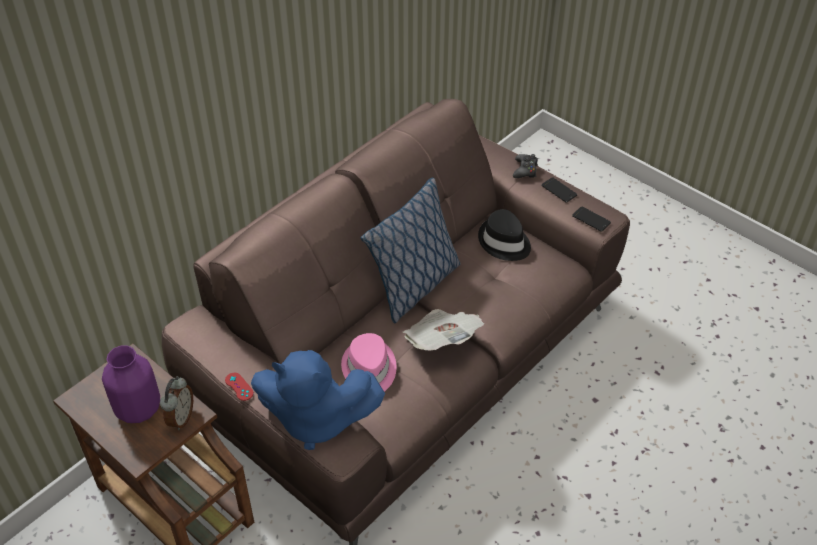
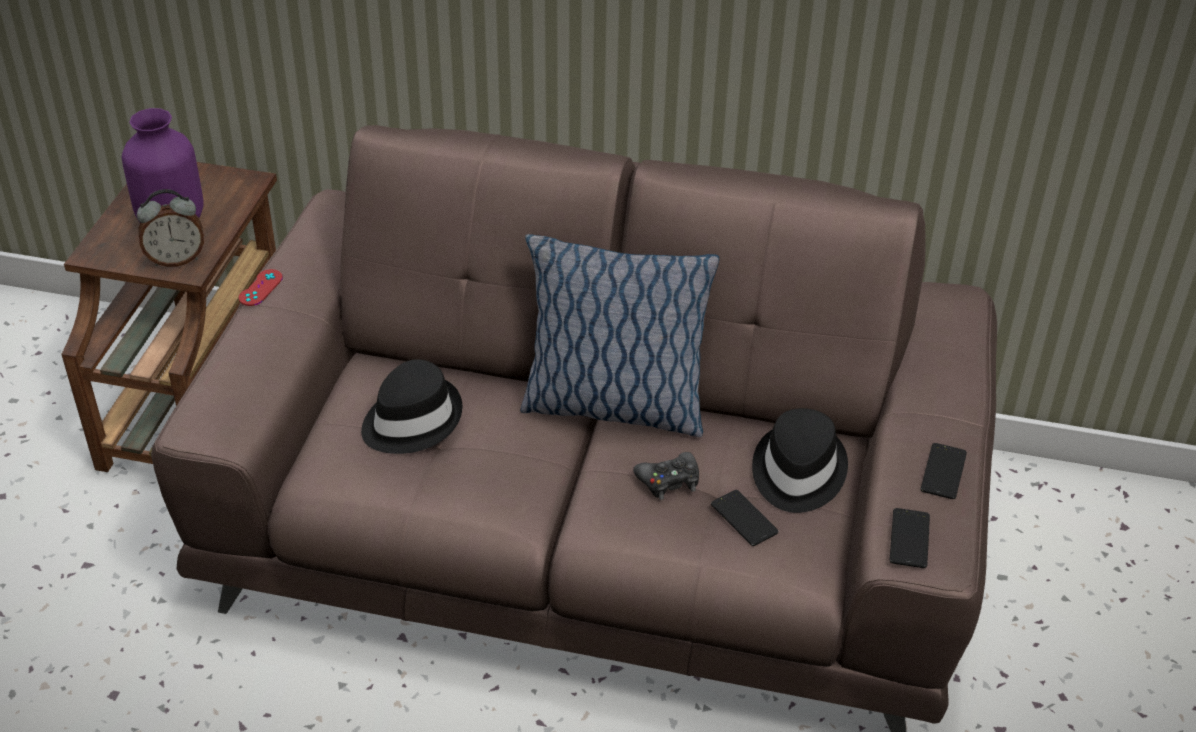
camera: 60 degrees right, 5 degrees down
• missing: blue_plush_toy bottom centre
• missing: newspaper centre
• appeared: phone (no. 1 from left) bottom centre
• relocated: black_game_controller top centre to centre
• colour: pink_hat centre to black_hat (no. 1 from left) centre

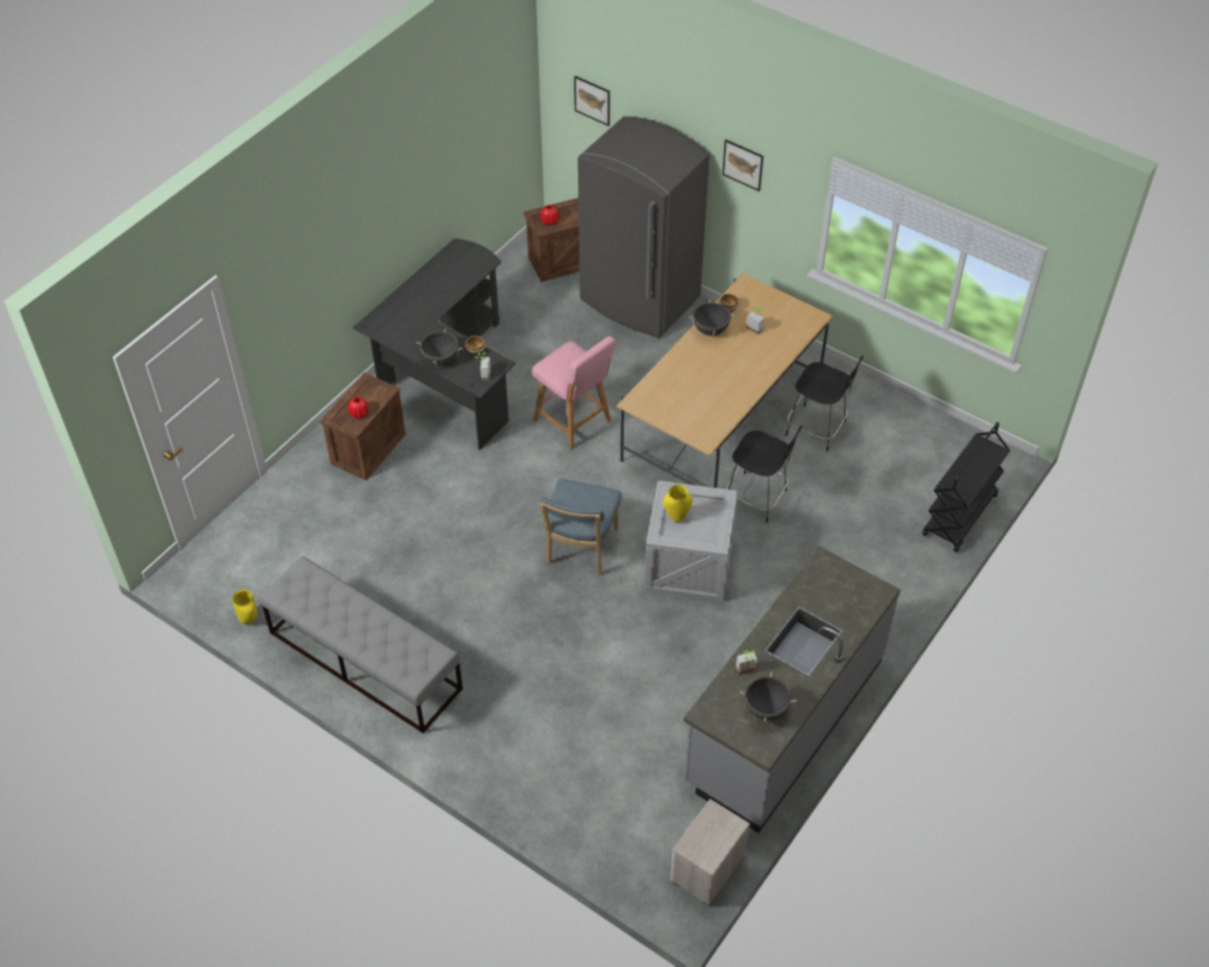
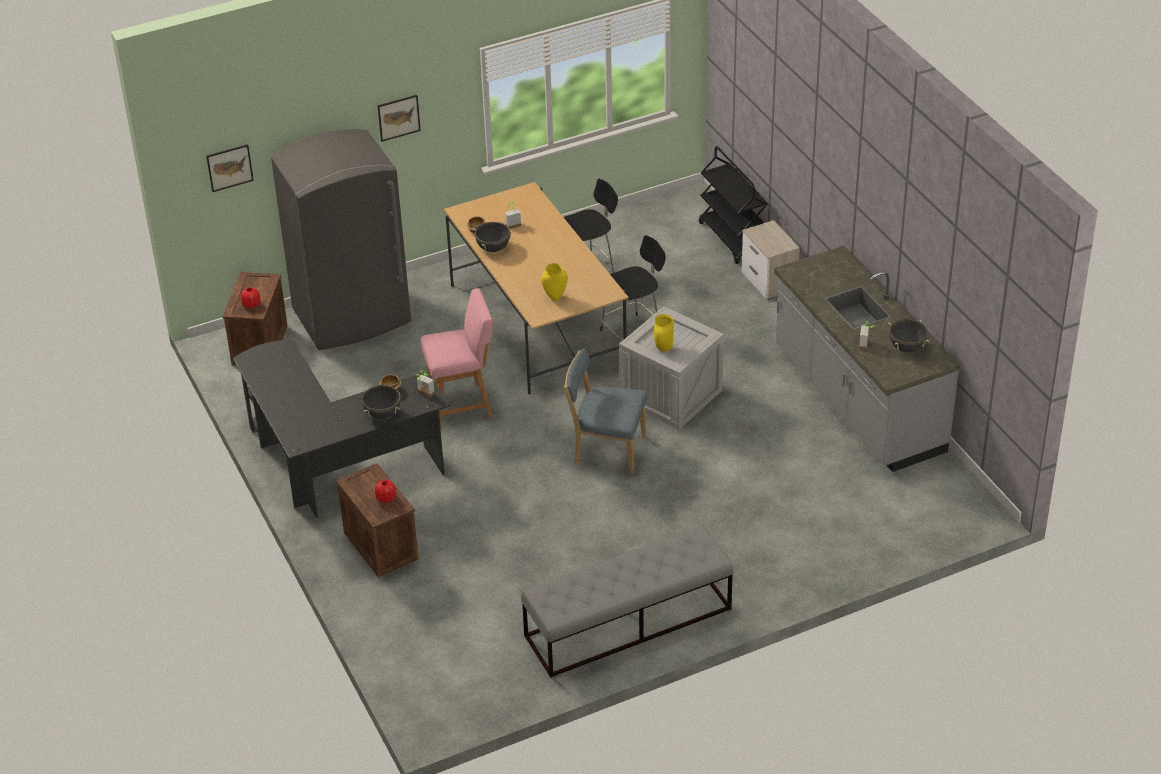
camera: 60 degrees left, 10 degrees down
• relocated: yellow_vase (no. 1 from left) middle left to centre
• relocated: nightstand bottom centre to centre
• spun: blue_chair centre = centre 150 degrees clockwise

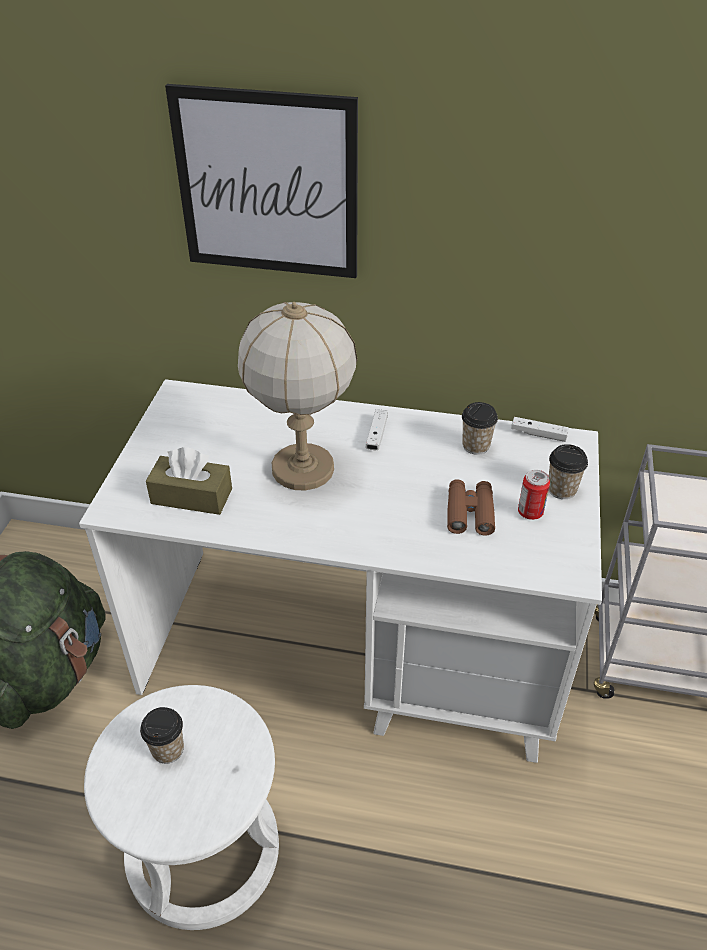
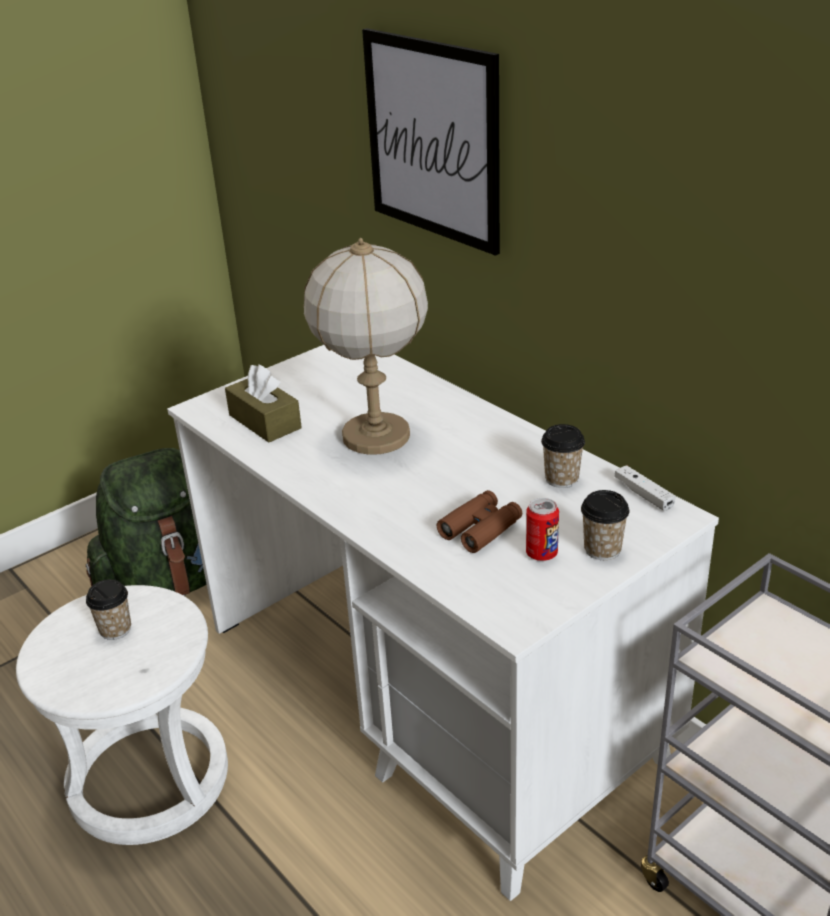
camera: 40 degrees right, 10 degrees down
• missing: white_game_controller (no. 1 from left) centre

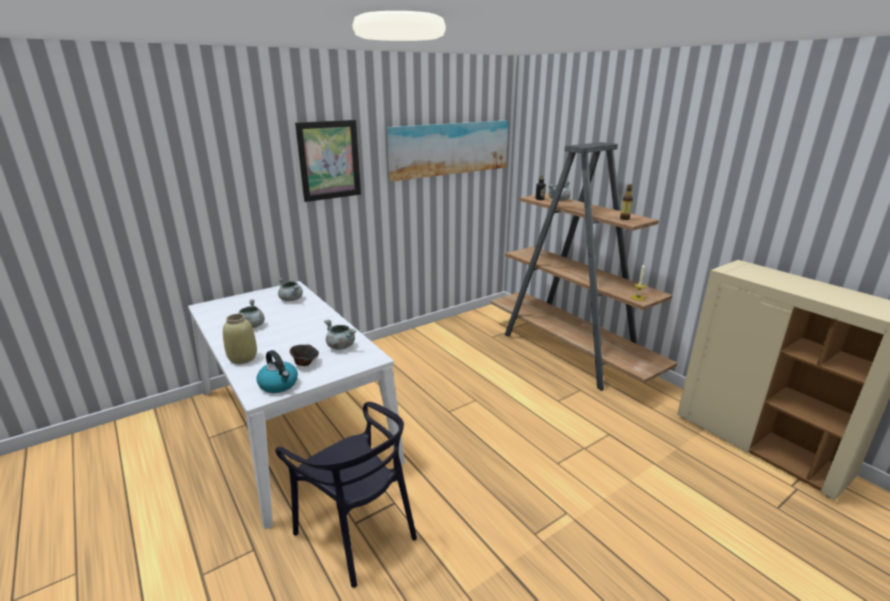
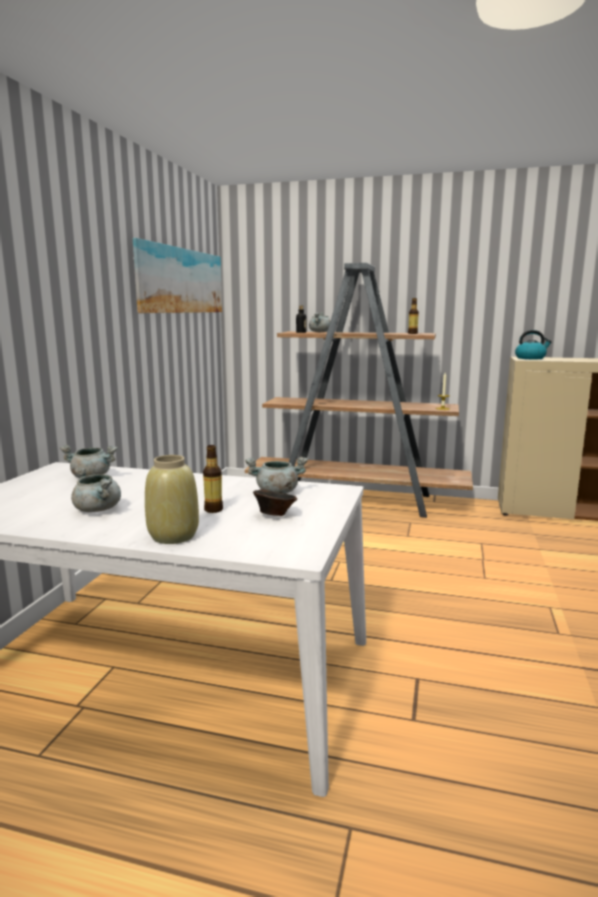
camera: 40 degrees left, 10 degrees down
• missing: black_chair bottom centre
• missing: picture (no. 1 from left) top centre
• appeared: bottle (no. 1 from left) centre
• relocated: kettle middle left to middle right

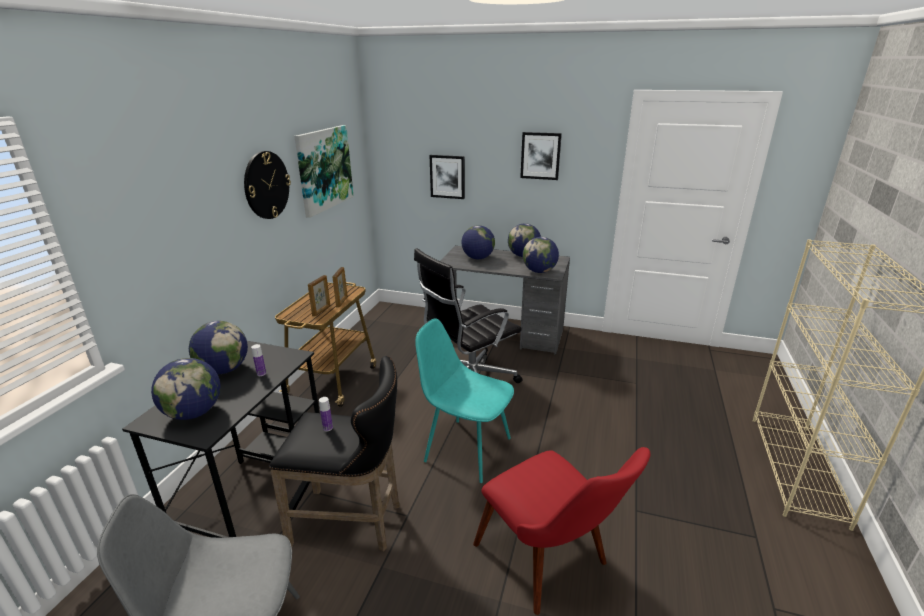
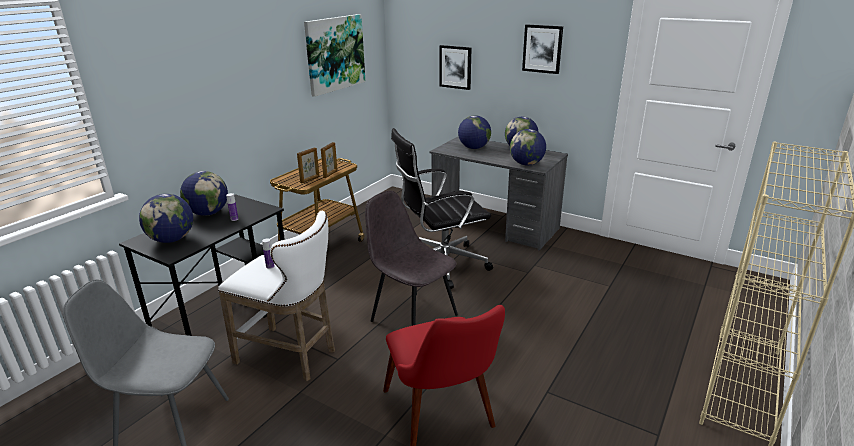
camera: 15 degrees right, 0 degrees up
• missing: wall_clock top left
• colour: black_stool bottom centre to white_stool middle left
• colour: turquoise_chair centre to grey_chair (no. 2 from left) centre

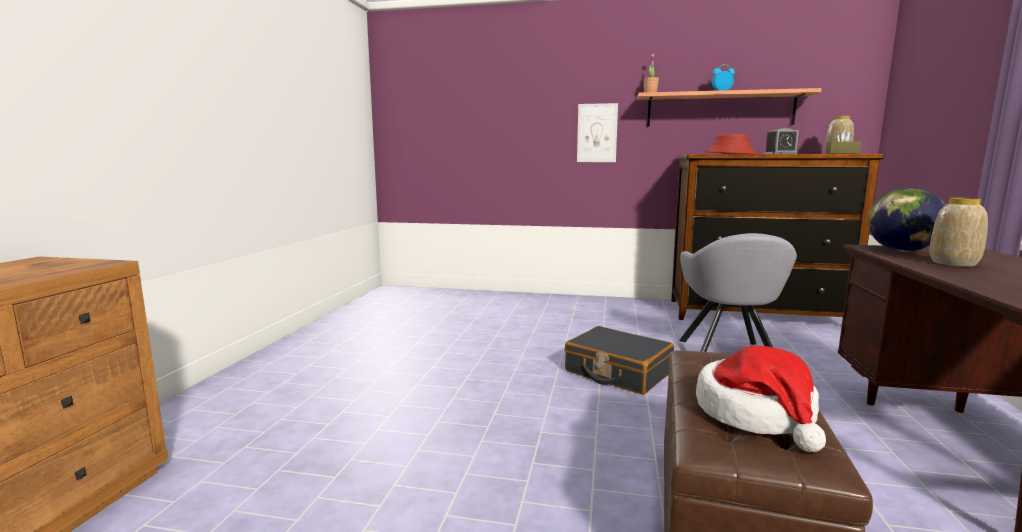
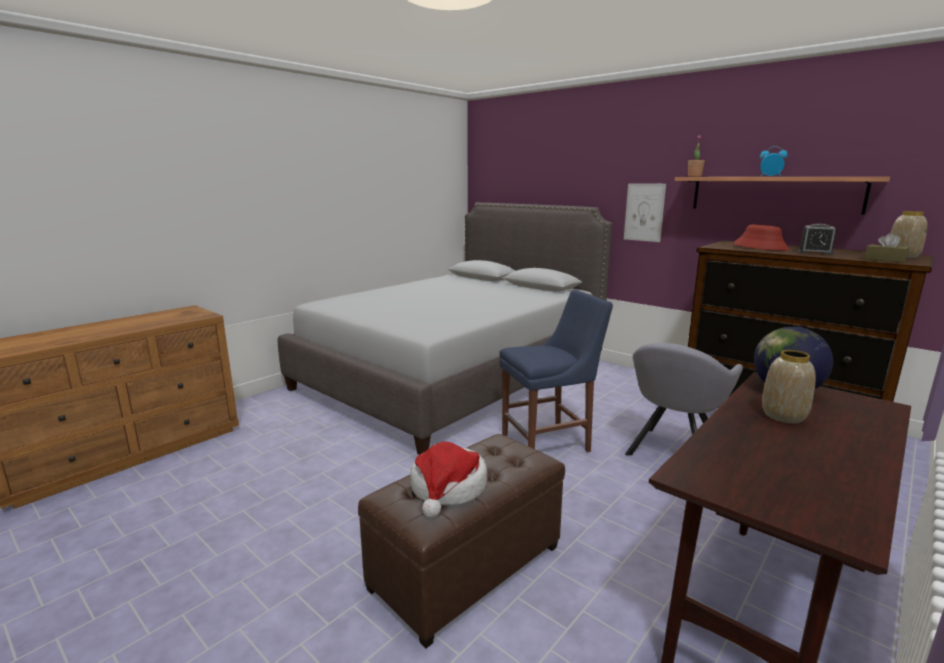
camera: 30 degrees right, 5 degrees up
• appeared: grey_bed centre
• exchanged: black_suitcase bottom centre to blue_chair centre

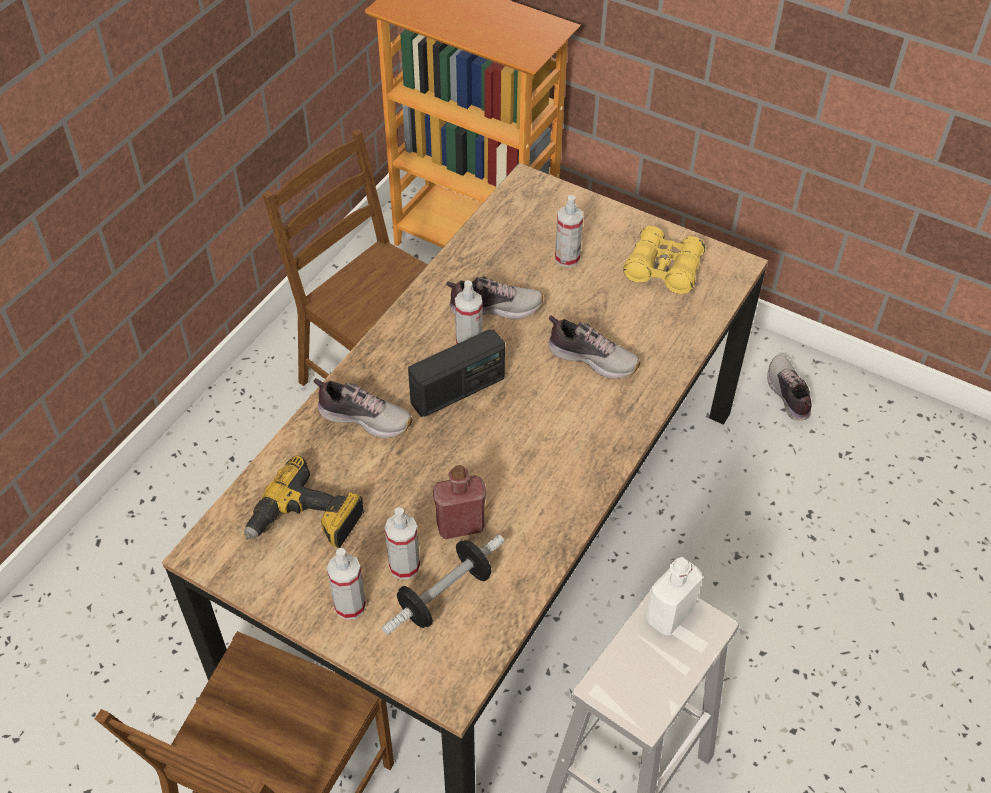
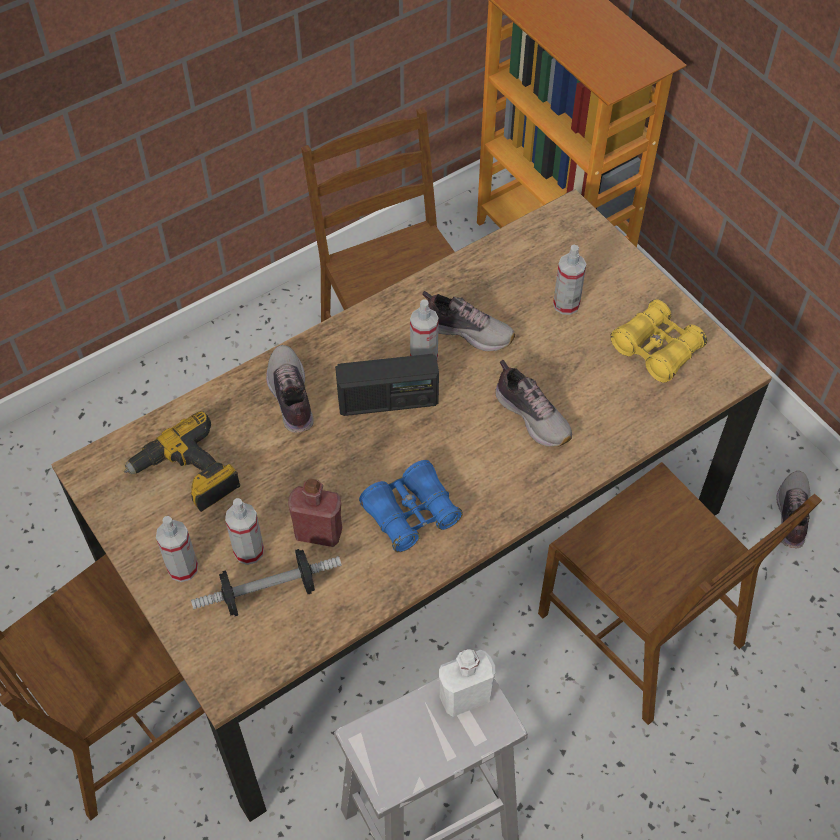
camera: 25 degrees right, 5 degrees up
• appeared: blue_binoculars centre
• appeared: brown_chair (no. 3 from left) bottom right
• spun: shoe (no. 1 from left) centre = centre 150 degrees counterclockwise

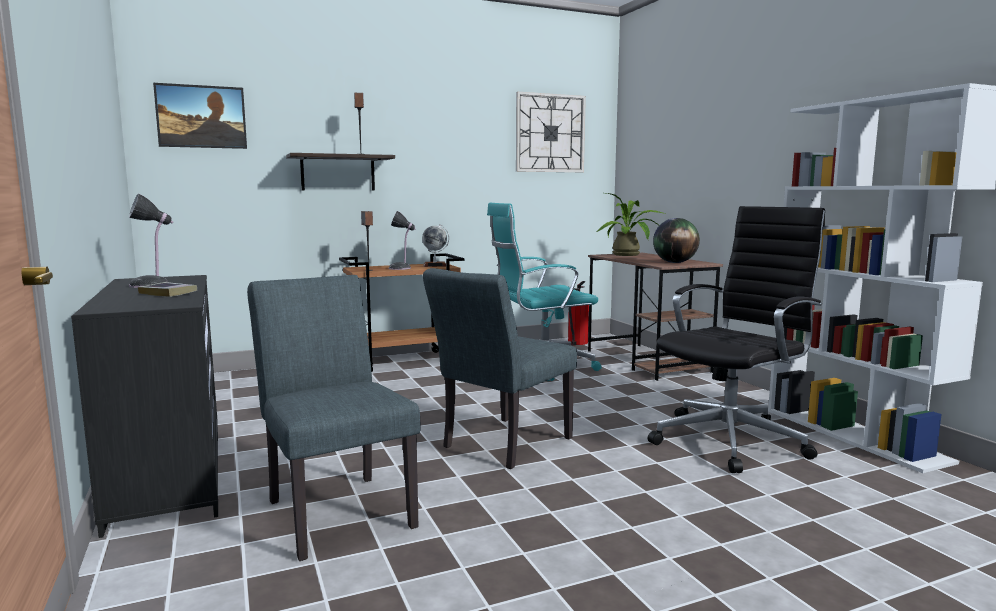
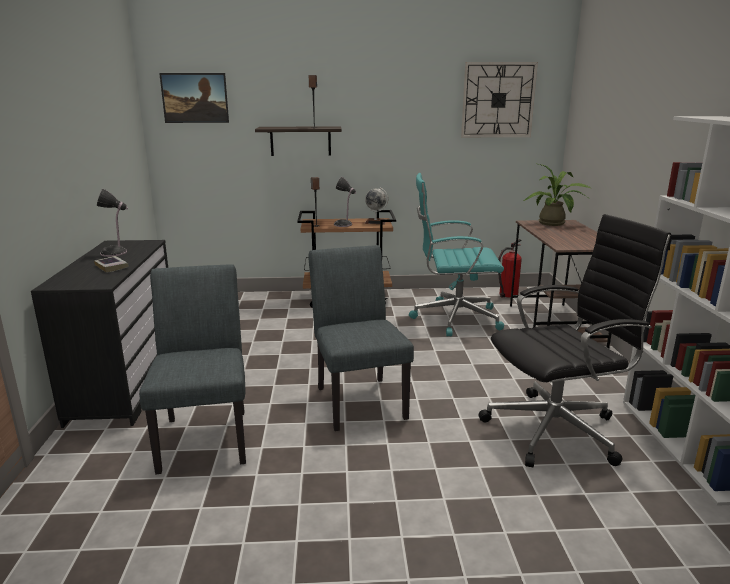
camera: 20 degrees right, 10 degrees up
• missing: globe (no. 2 from left) middle right
• spun: grey_chair (no. 2 from left) centre = centre 105 degrees clockwise

